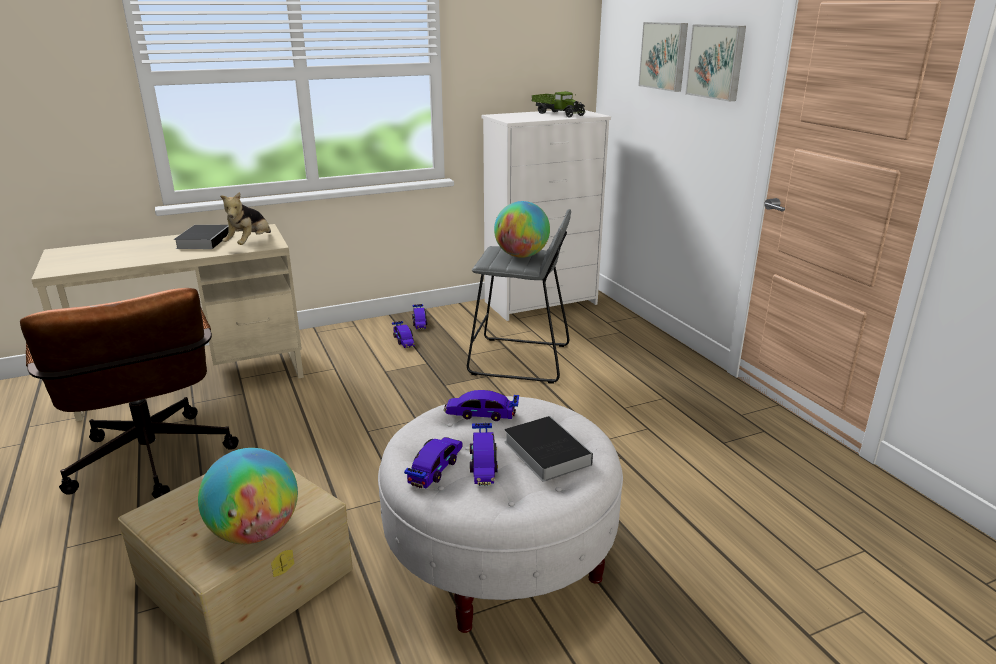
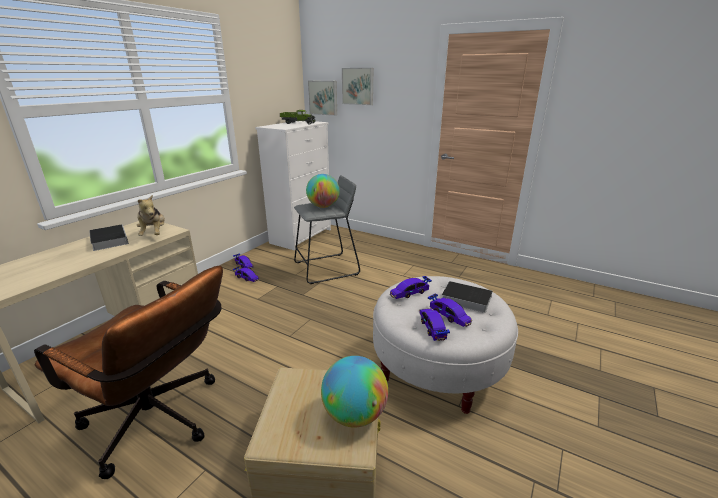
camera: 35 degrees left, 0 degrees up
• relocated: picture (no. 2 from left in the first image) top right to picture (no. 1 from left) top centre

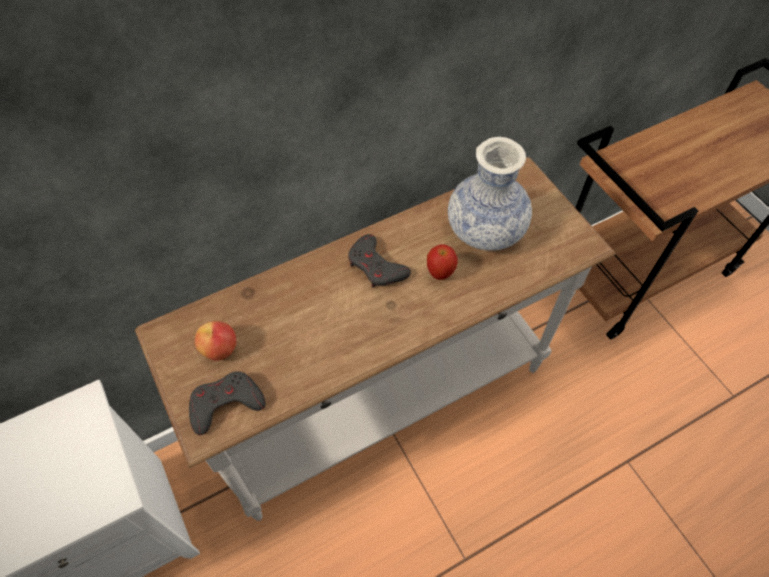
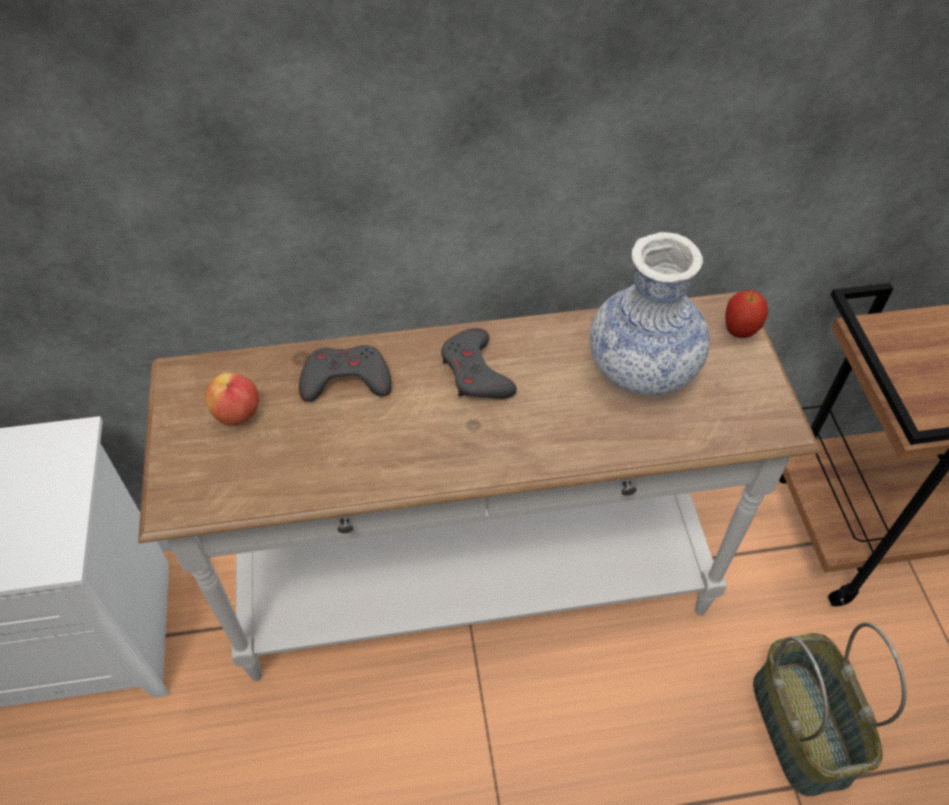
camera: 20 degrees right, 5 degrees down
• appeared: basket bottom right
• relocated: grey_game_controller (no. 1 from left) bottom left to centre
• relocated: apple (no. 2 from left) centre to middle right

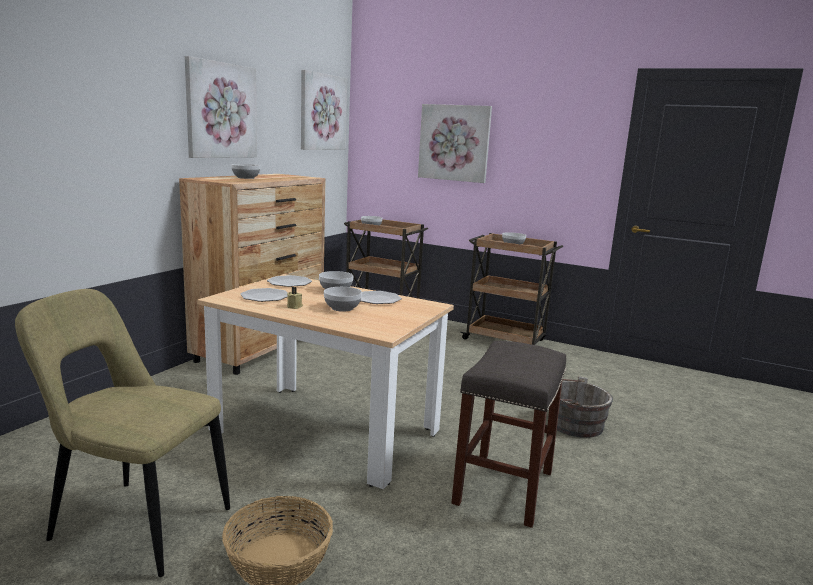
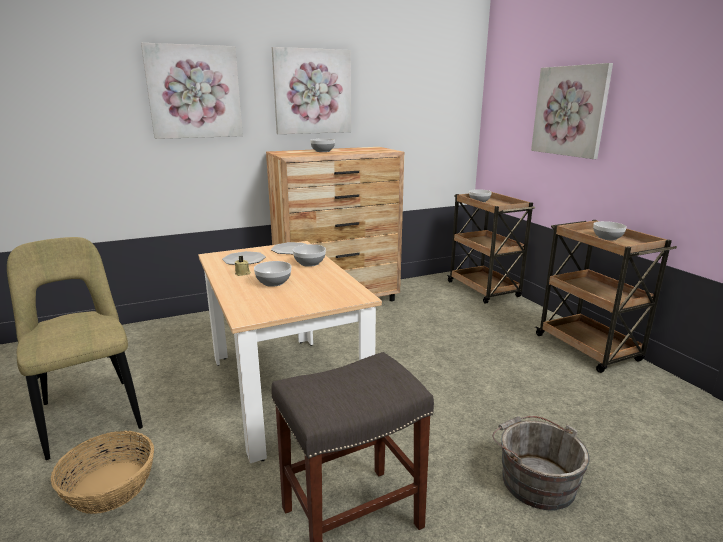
camera: 40 degrees right, 5 degrees up
• missing: plate (no. 3 from left) centre
• relocated: picture (no. 2 from left in the first image) top centre to picture (no. 1 from left) top left

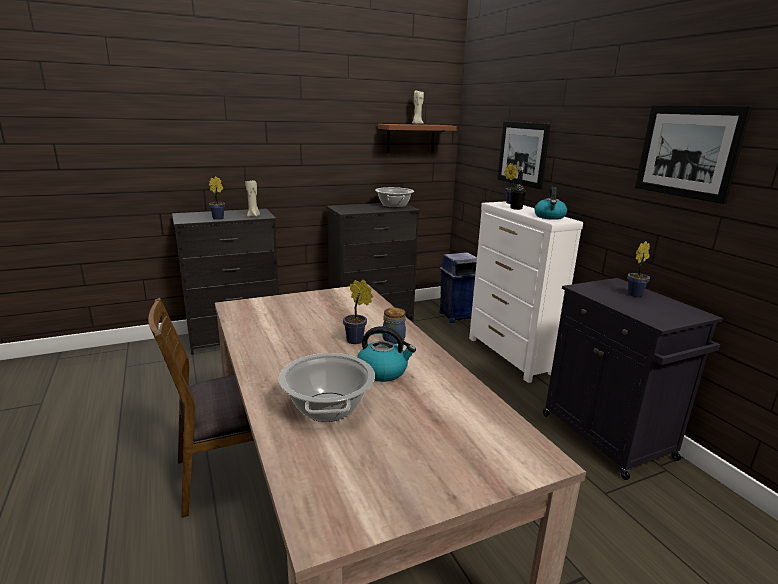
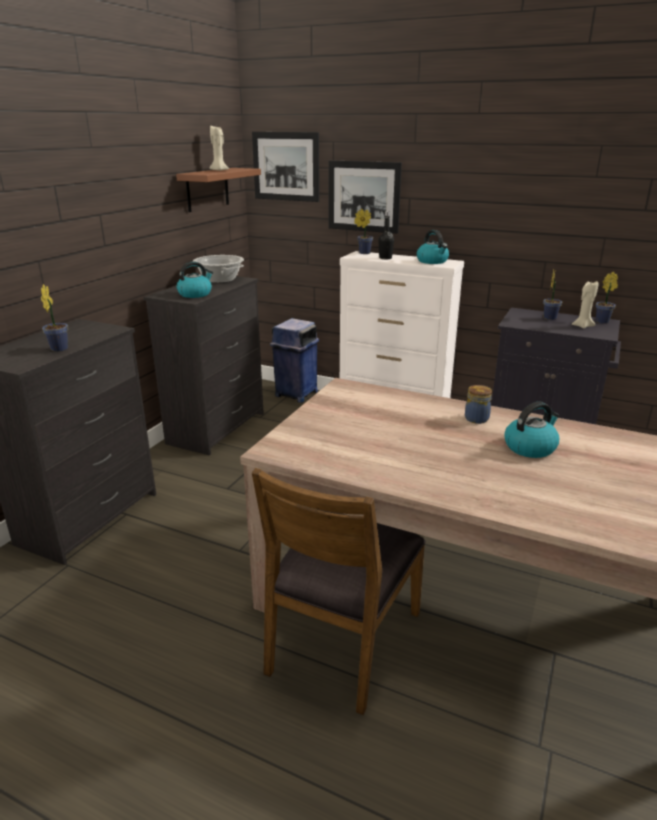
camera: 40 degrees left, 5 degrees up
• missing: cooking_pot (no. 1 from left) centre
• appeared: kettle (no. 1 from left) middle left
• relocated: beige_candle (no. 1 from left in the first image) middle left to beige_candle (no. 2 from left) middle right
• relocated: potted_plant (no. 2 from left in the first image) centre to potted_plant (no. 4 from left) middle right
• relocated: picture (no. 2 from left in the first image) top right to picture (no. 1 from left) top centre

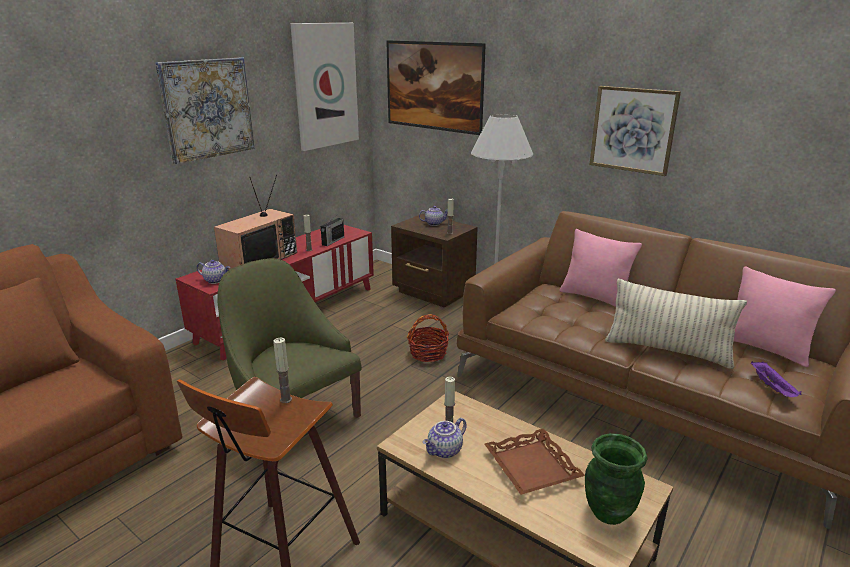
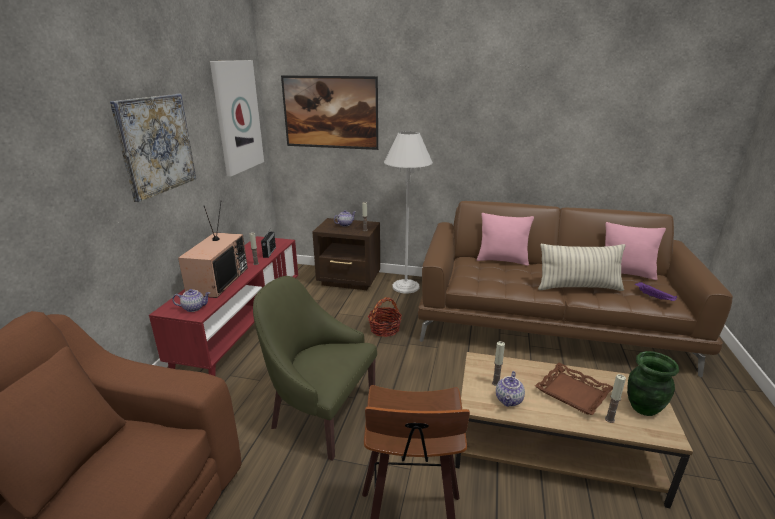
camera: 25 degrees left, 0 degrees up
• missing: picture (no. 4 from left) top right
• relocated: candle (no. 1 from left in the first image) middle left to candle (no. 4 from left) bottom right

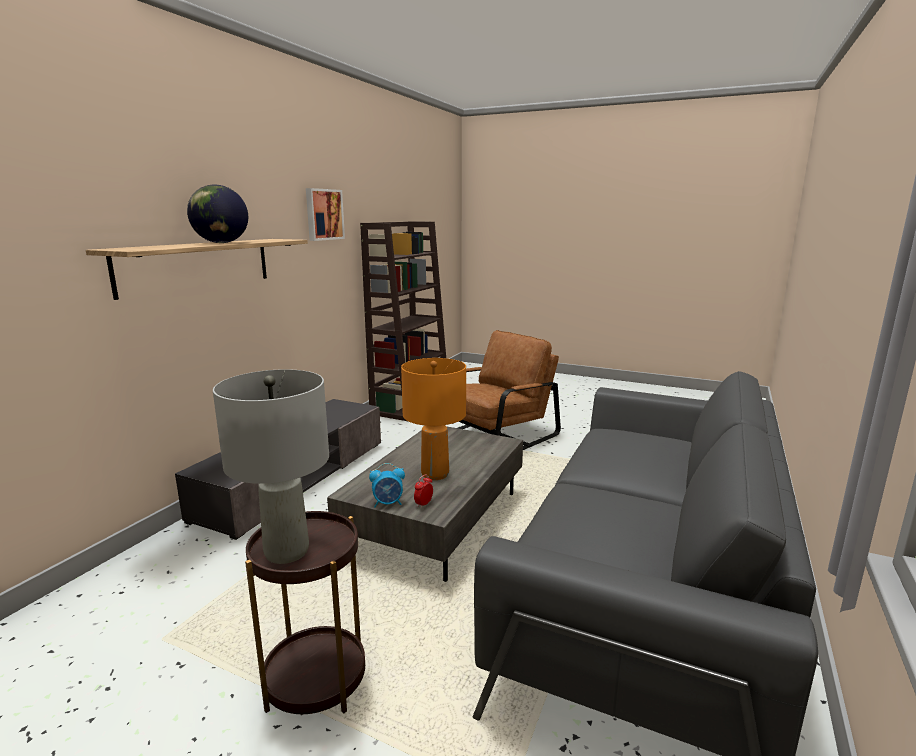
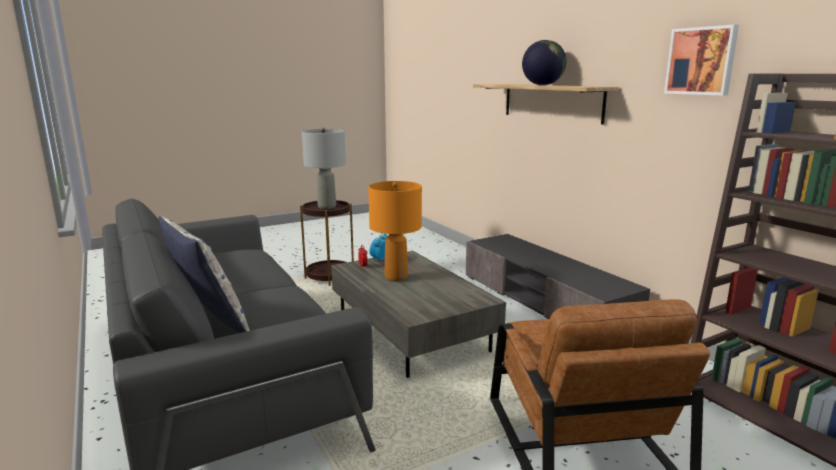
camera: 125 degrees right, 0 degrees up
• appeared: pillow middle left

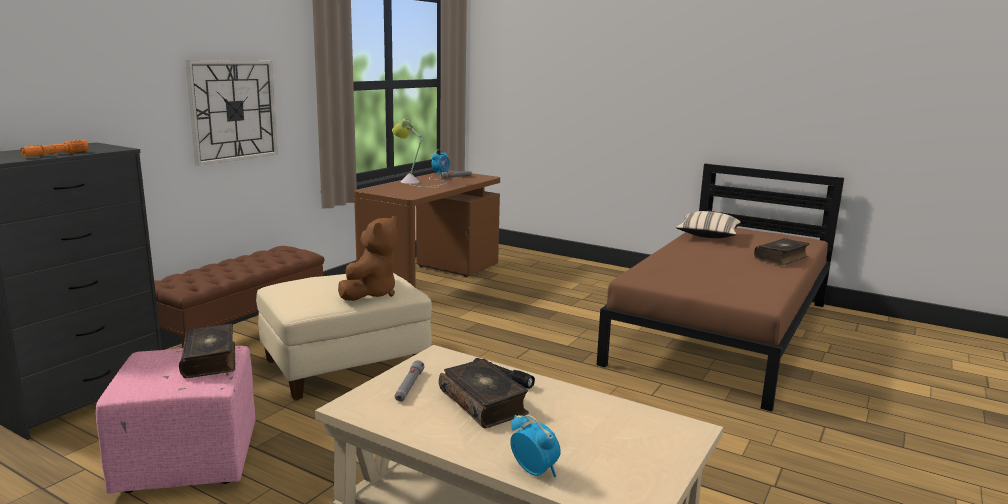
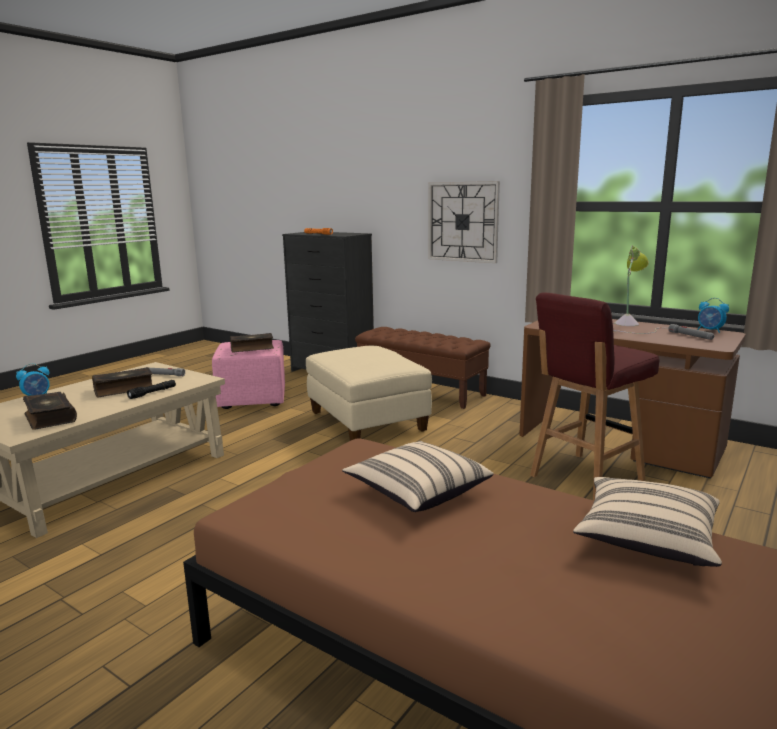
camera: 95 degrees right, 0 degrees up
• missing: brown_plush_toy centre
• appeared: beige_pillow (no. 1 from left) centre
• appeared: red_stool middle right
• relocated: book (no. 3 from left in the first image) middle right to book (no. 1 from left) middle left

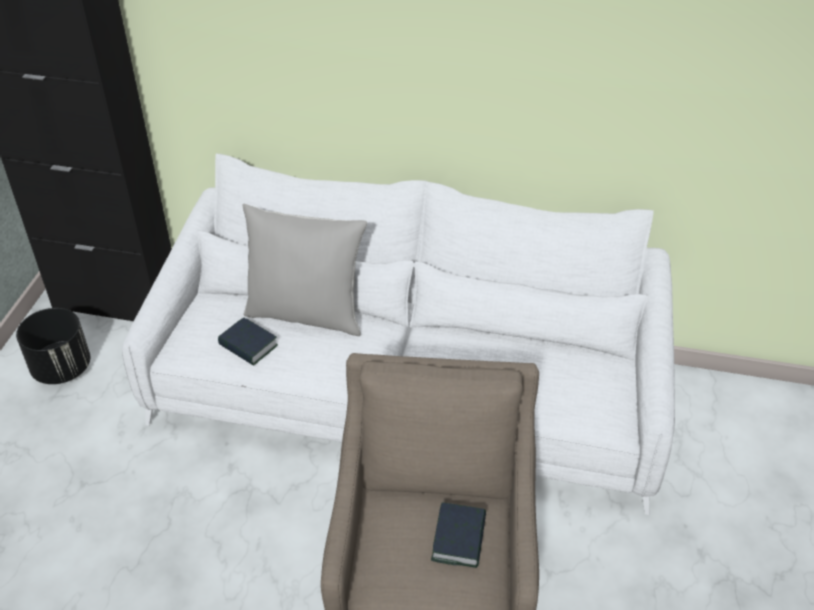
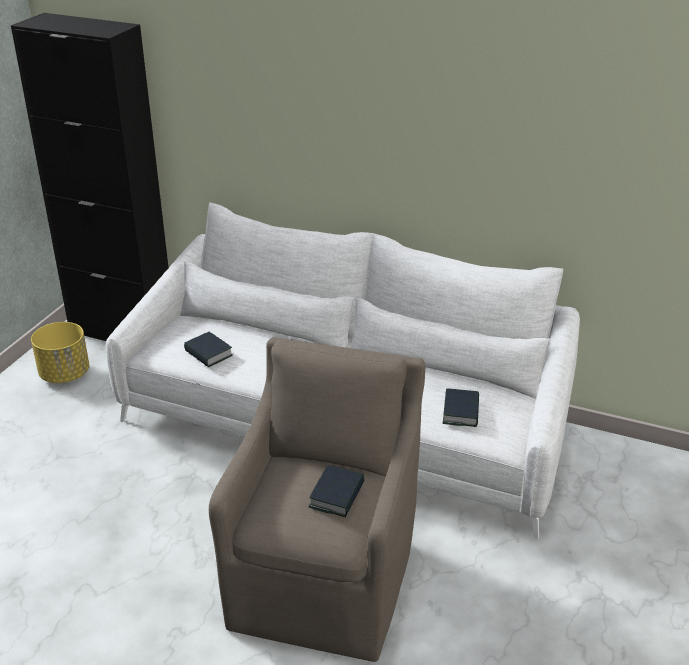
camera: 10 degrees right, 10 degrees down
• missing: grey_pillow centre
• appeared: book (no. 3 from left) middle right
• colour: black_planter middle left to yellow_planter middle left

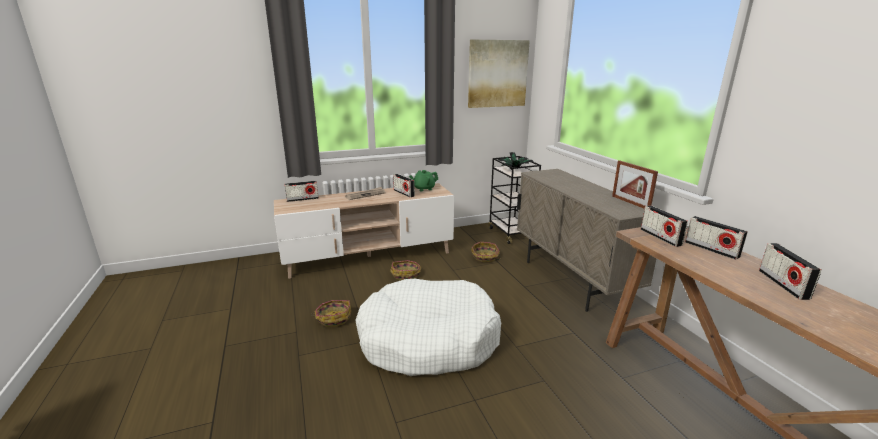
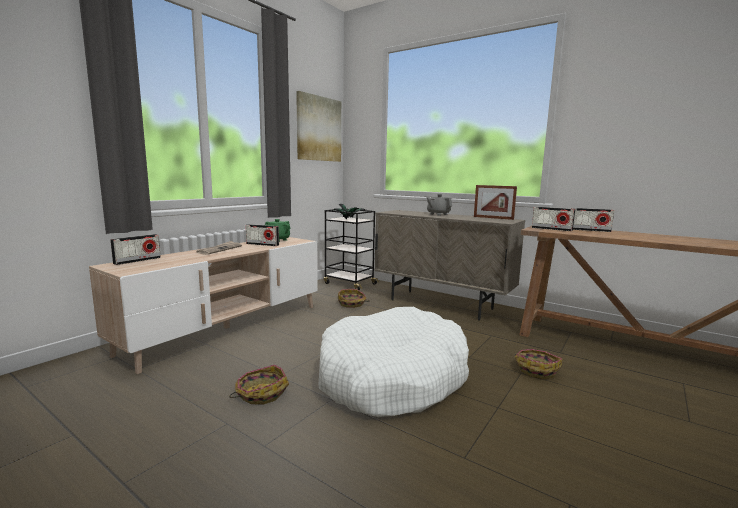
camera: 35 degrees left, 10 degrees down
• missing: radio (no. 5 from left) middle right
• appeared: grey_teapot centre
• relocated: basket (no. 2 from left in the first image) centre to basket (no. 3 from left) bottom right

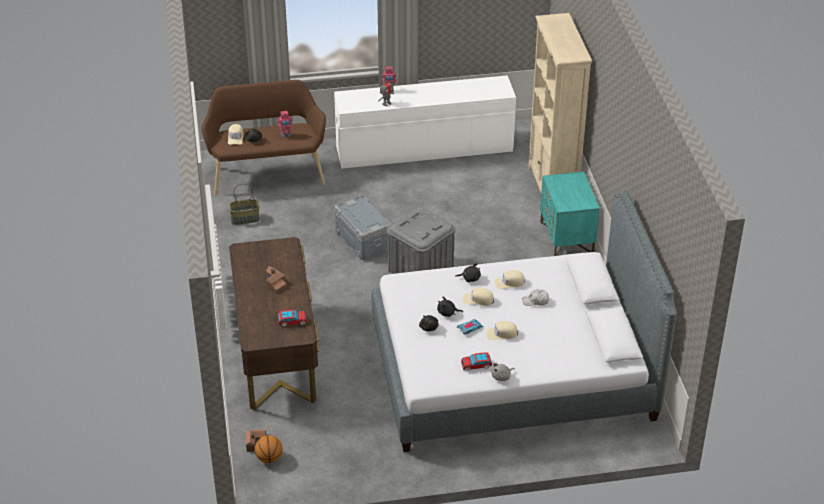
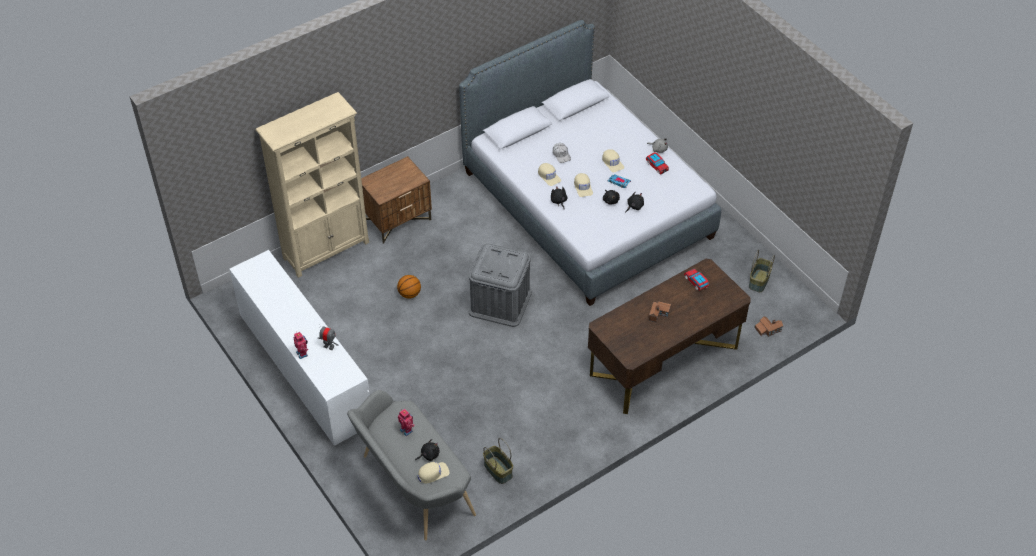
camera: 115 degrees left, 10 degrees up
• missing: grey_storage_box (no. 1 from left) centre
• appeared: basket (no. 2 from left) middle right
• relocated: basketball bottom left to centre
• colour: brown_bench top left to grey_bench bottom centre
• colour: turquoise_nightstand middle right to brown_nightstand centre

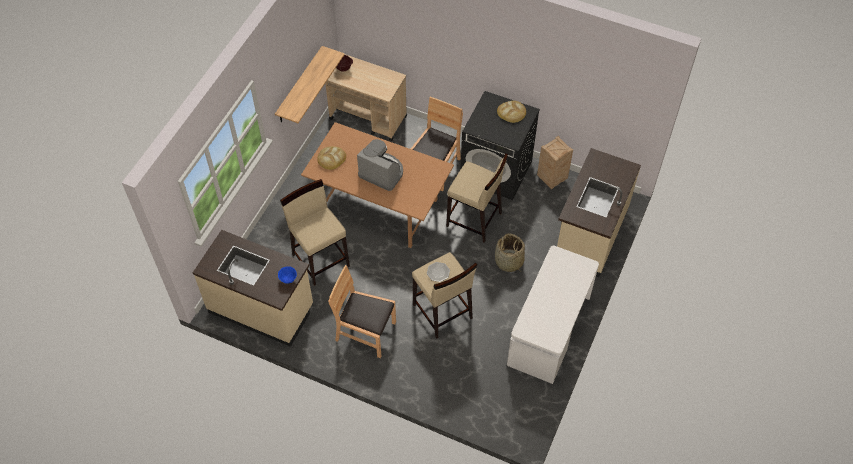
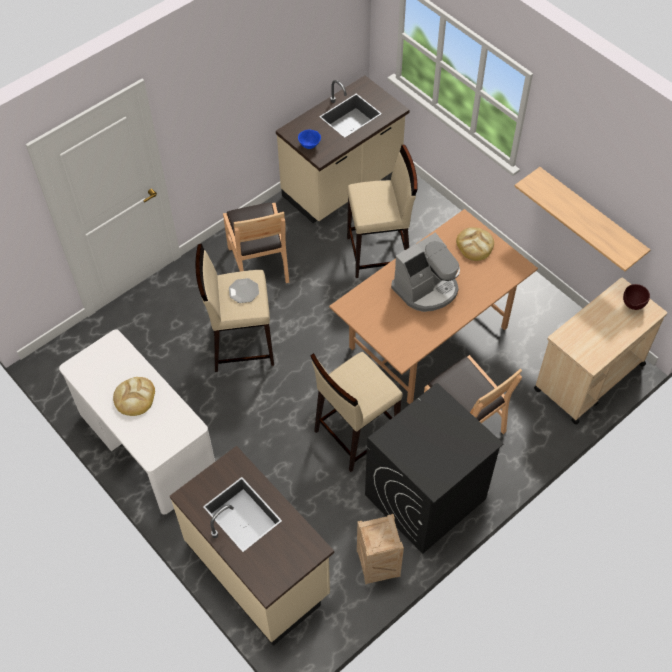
camera: 115 degrees right, 0 degrees up
• missing: basket centre
• relocated: bread (no. 2 from left in the first image) top centre to bread (no. 1 from left) middle left
• spun: brown_chair (no. 1 from left) bottom centre = centre 120 degrees clockwise

